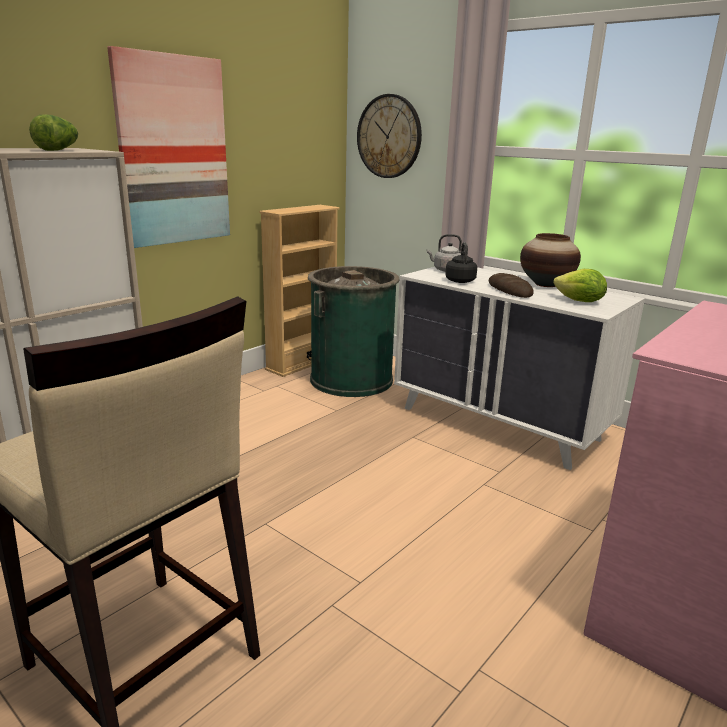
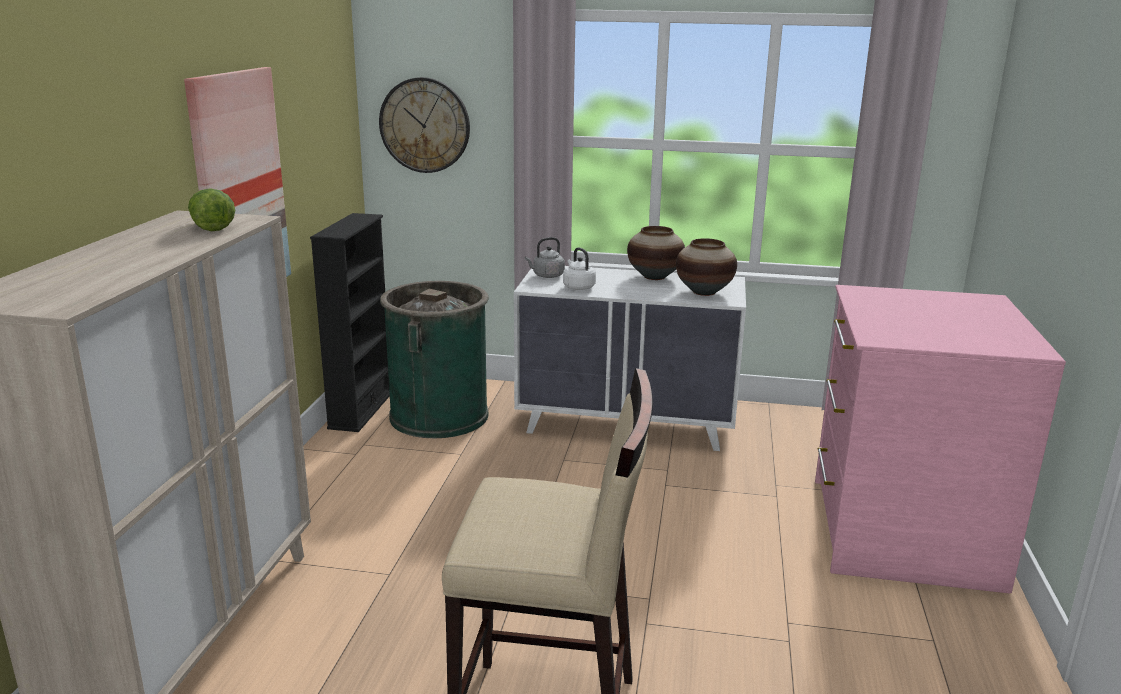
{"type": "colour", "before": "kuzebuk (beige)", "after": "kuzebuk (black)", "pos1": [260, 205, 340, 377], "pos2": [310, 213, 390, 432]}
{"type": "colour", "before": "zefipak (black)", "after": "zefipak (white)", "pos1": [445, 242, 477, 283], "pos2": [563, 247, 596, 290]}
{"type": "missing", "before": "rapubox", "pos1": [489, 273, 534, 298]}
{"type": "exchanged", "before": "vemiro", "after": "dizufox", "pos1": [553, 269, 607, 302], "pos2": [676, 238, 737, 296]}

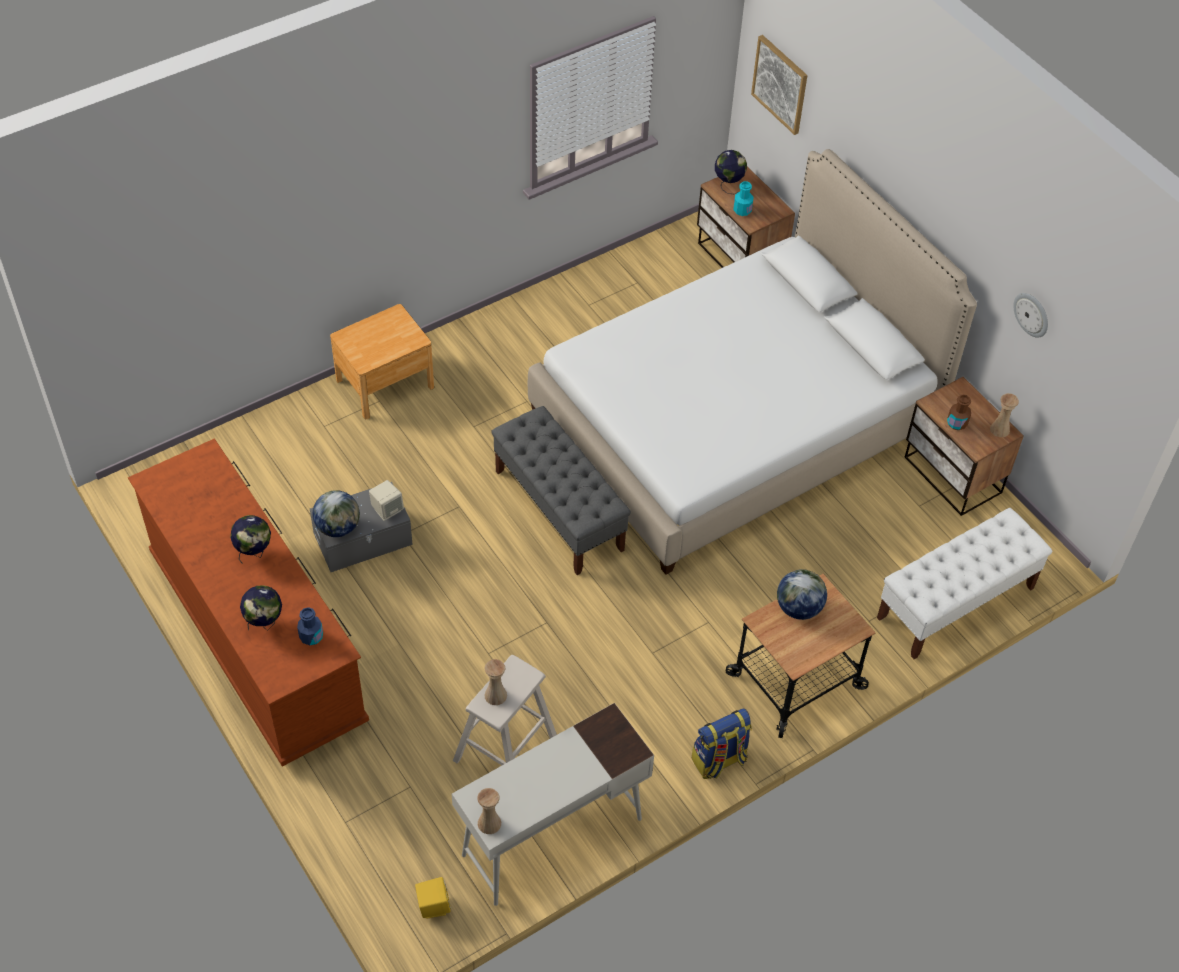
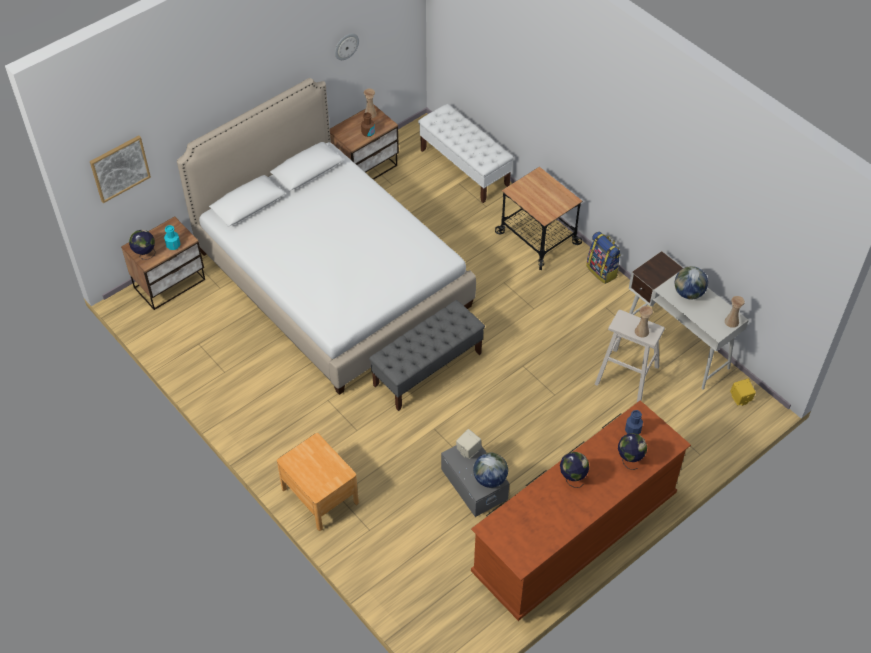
{"type": "relocated", "before": "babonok", "pos1": [777, 569, 827, 620], "pos2": [675, 266, 708, 300]}

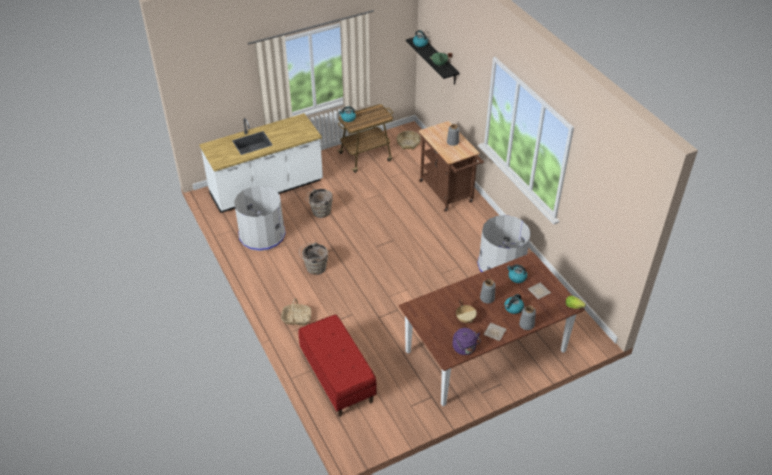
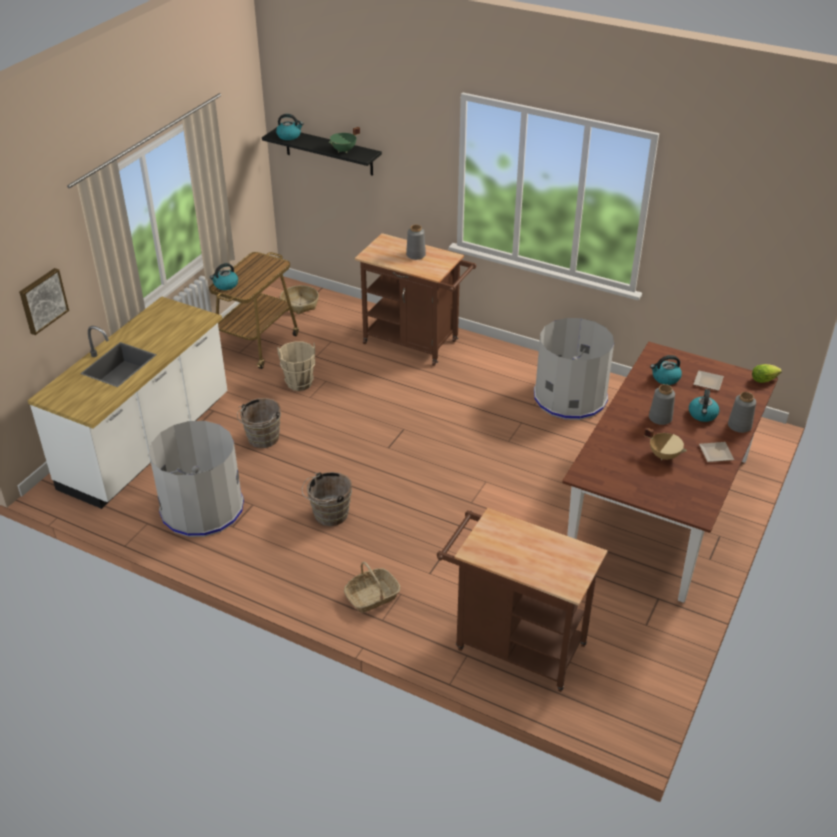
{"type": "exchanged", "before": "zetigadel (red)", "after": "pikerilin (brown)", "pos1": [298, 314, 377, 417], "pos2": [437, 508, 608, 692]}
{"type": "missing", "before": "zefipak (purple)", "pos1": [453, 328, 481, 355]}
{"type": "appeared", "after": "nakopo", "pos2": [19, 268, 69, 335]}
{"type": "appeared", "after": "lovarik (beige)", "pos2": [277, 341, 315, 391]}

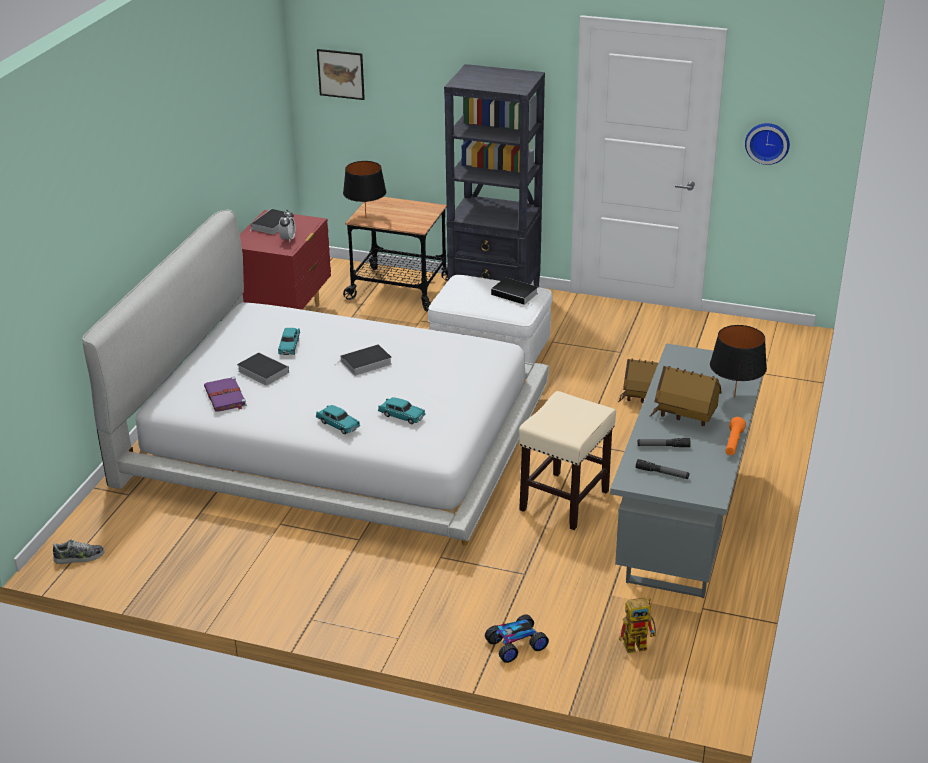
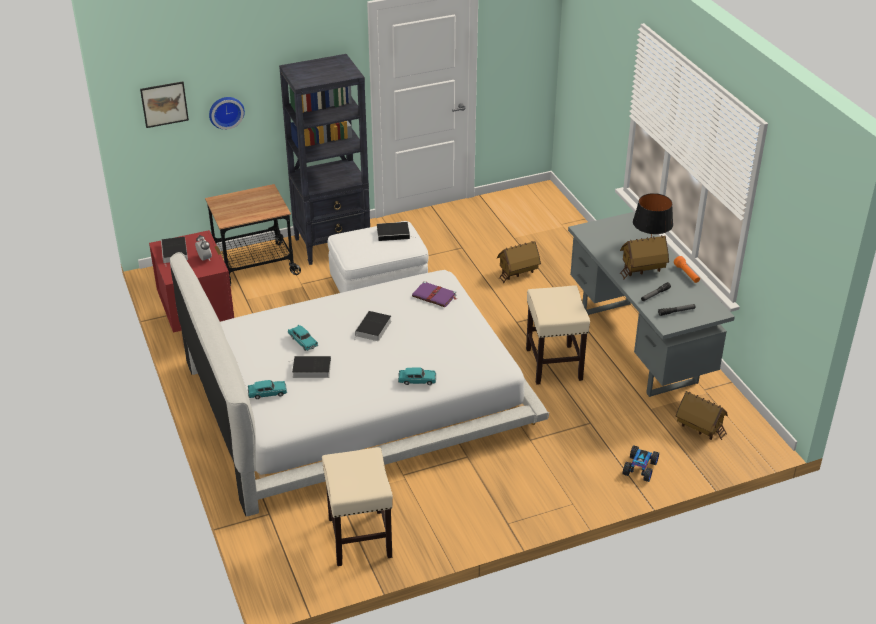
{"type": "missing", "before": "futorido", "pos1": [53, 540, 104, 564]}
{"type": "relocated", "before": "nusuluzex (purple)", "pos1": [204, 377, 247, 412], "pos2": [412, 281, 457, 307]}
{"type": "missing", "before": "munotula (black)", "pos1": [343, 161, 386, 215]}
{"type": "relocated", "before": "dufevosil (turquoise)", "pos1": [378, 397, 426, 424], "pos2": [248, 380, 287, 399]}
{"type": "exchanged", "before": "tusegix", "after": "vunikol", "pos1": [619, 597, 656, 653], "pos2": [676, 391, 728, 440]}
{"type": "relocated", "before": "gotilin", "pos1": [745, 123, 790, 165], "pos2": [209, 97, 245, 130]}
{"type": "appeared", "after": "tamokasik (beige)", "pos2": [322, 447, 393, 566]}

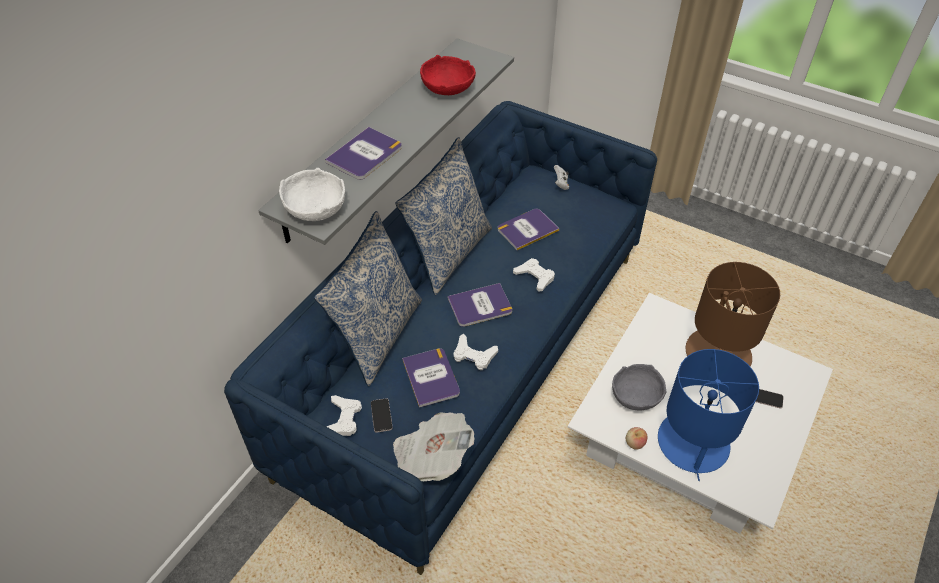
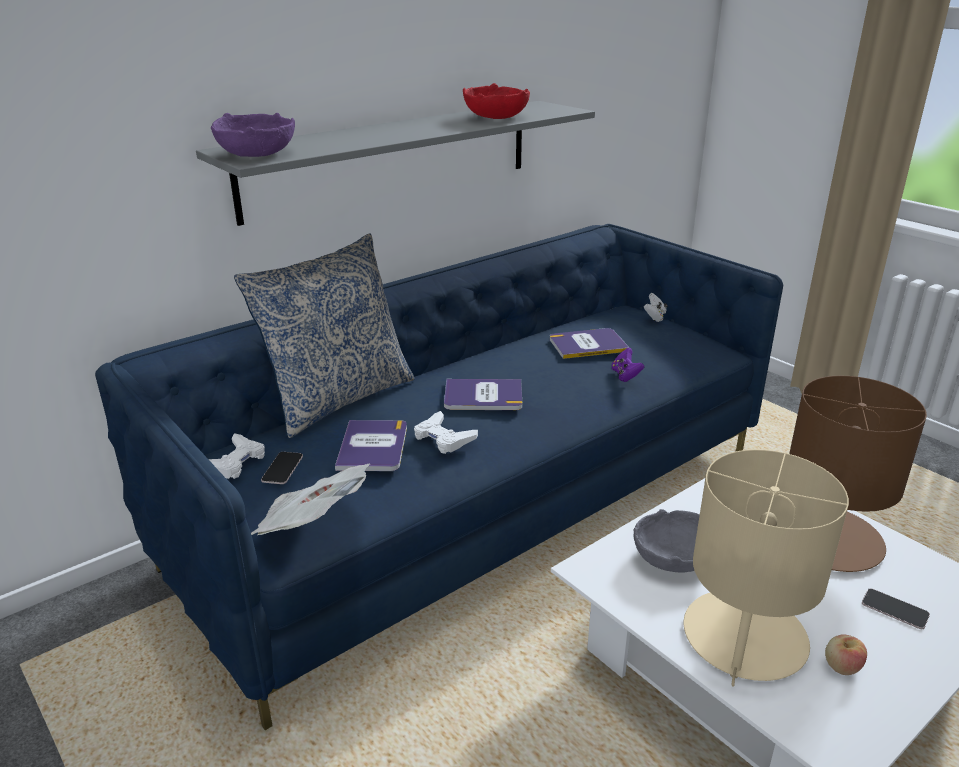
{"type": "colour", "before": "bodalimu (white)", "after": "bodalimu (purple)", "pos1": [279, 168, 345, 221], "pos2": [211, 113, 295, 157]}
{"type": "missing", "before": "nusuluzex", "pos1": [325, 127, 402, 180]}
{"type": "missing", "before": "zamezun", "pos1": [395, 137, 492, 295]}
{"type": "missing", "before": "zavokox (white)", "pos1": [513, 258, 555, 292]}
{"type": "relocated", "before": "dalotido", "pos1": [626, 427, 647, 450], "pos2": [825, 634, 867, 675]}
{"type": "colour", "before": "munotula (blue)", "after": "munotula (beige)", "pos1": [658, 349, 759, 481], "pos2": [684, 450, 849, 687]}
{"type": "appeared", "after": "zavokox (purple)", "pos2": [612, 347, 644, 382]}

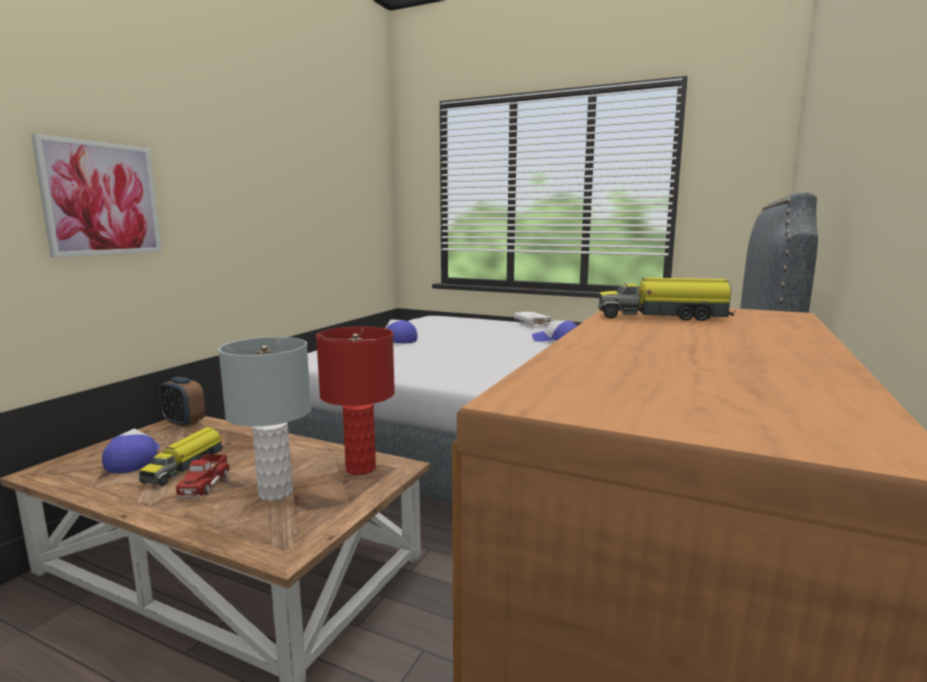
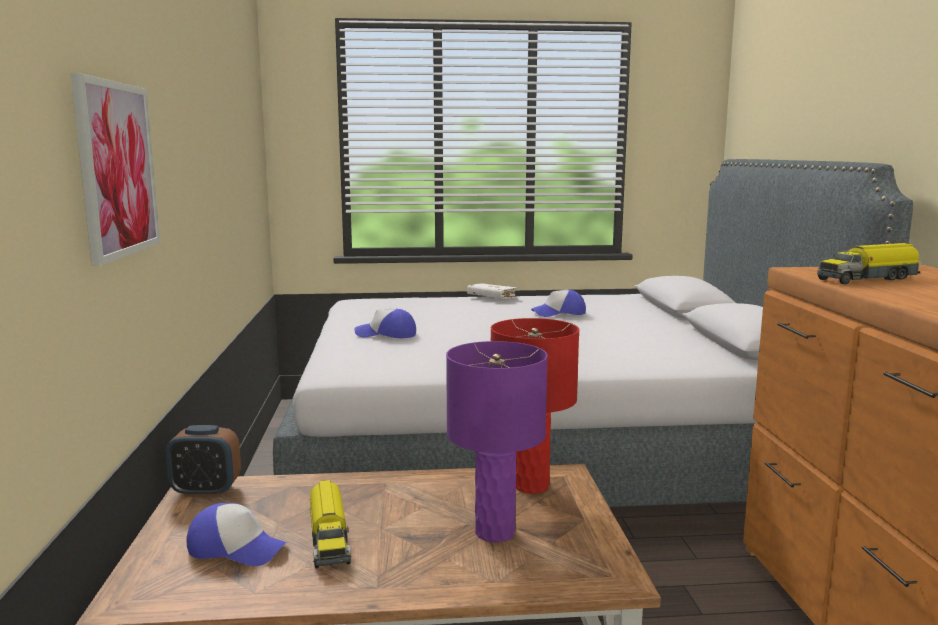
{"type": "spun", "before": "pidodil", "pos1": [102, 429, 160, 473], "pos2": [187, 503, 288, 566], "turn": 150}
{"type": "missing", "before": "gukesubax", "pos1": [176, 454, 230, 498]}
{"type": "colour", "before": "munotula (grey)", "after": "munotula (purple)", "pos1": [218, 337, 311, 501], "pos2": [446, 341, 548, 542]}

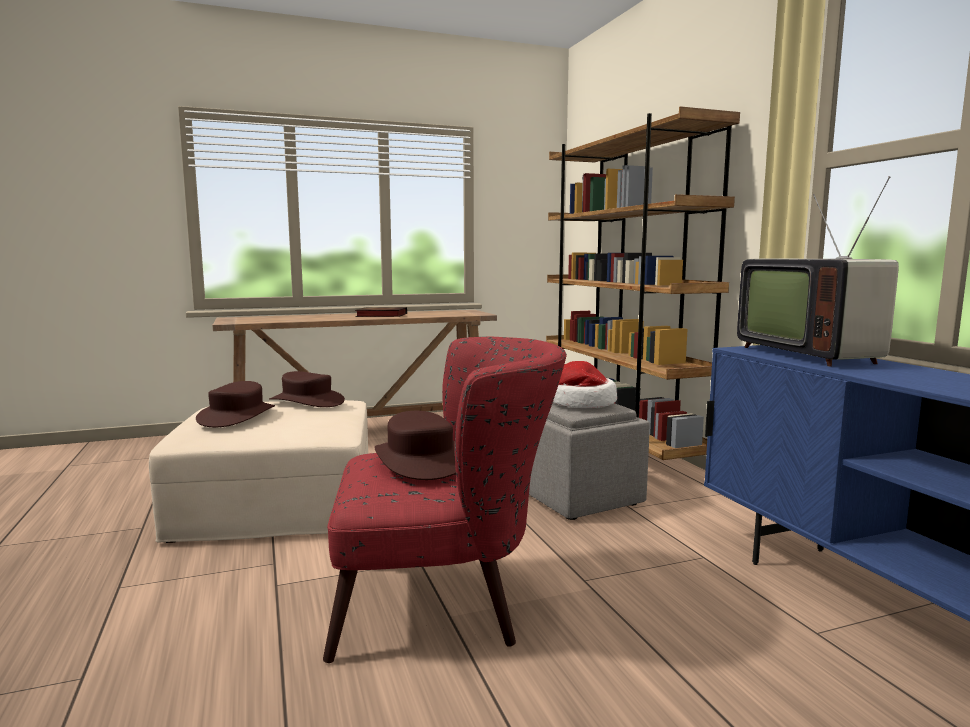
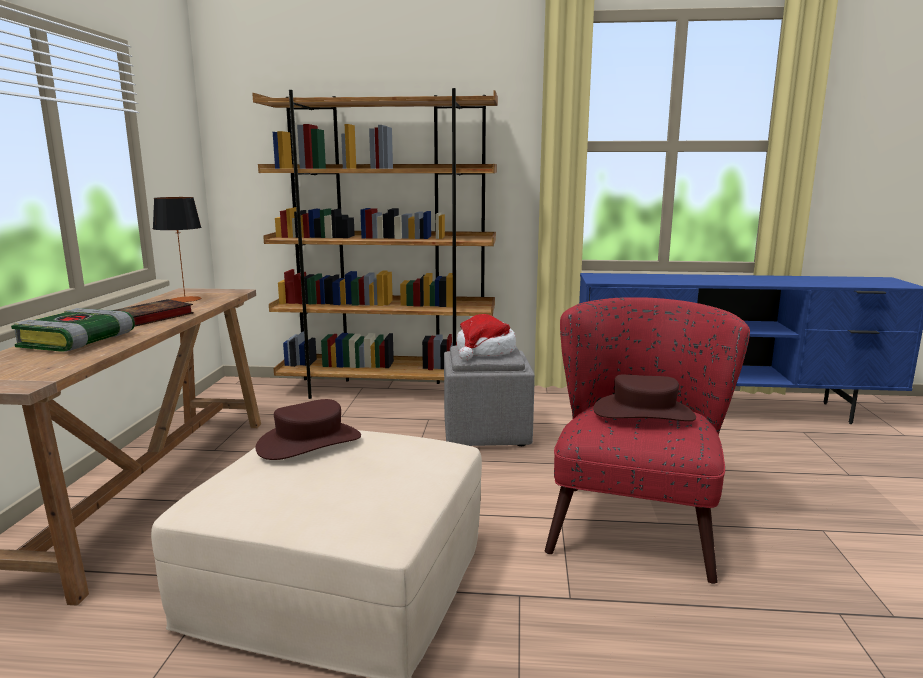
{"type": "missing", "before": "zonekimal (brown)", "pos1": [196, 381, 275, 427]}
{"type": "missing", "before": "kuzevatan", "pos1": [737, 176, 899, 367]}
{"type": "appeared", "after": "nusuluzex", "pos2": [11, 308, 135, 352]}
{"type": "appeared", "after": "munotula", "pos2": [153, 197, 202, 302]}

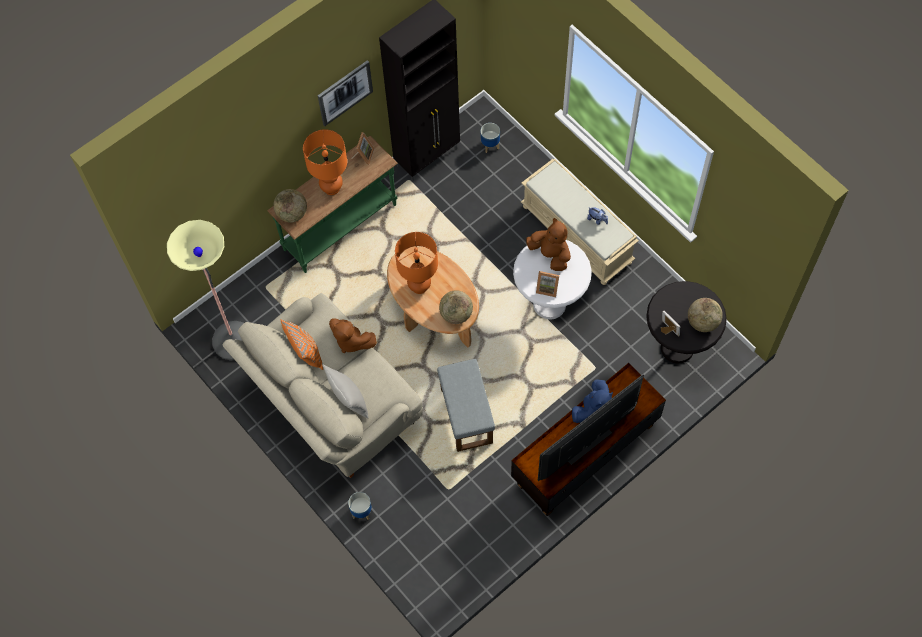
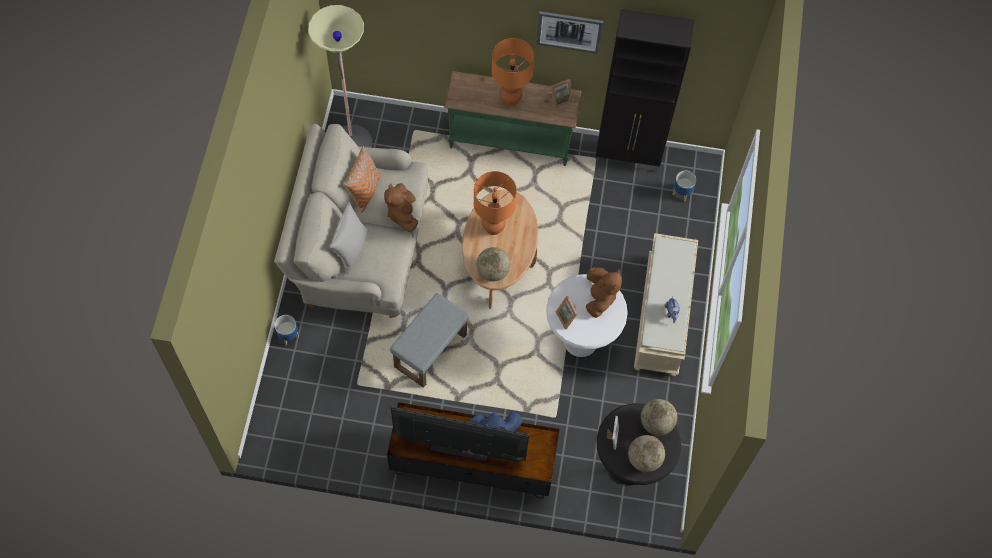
{"type": "relocated", "before": "babonok", "pos1": [273, 189, 307, 223], "pos2": [641, 399, 677, 436]}

